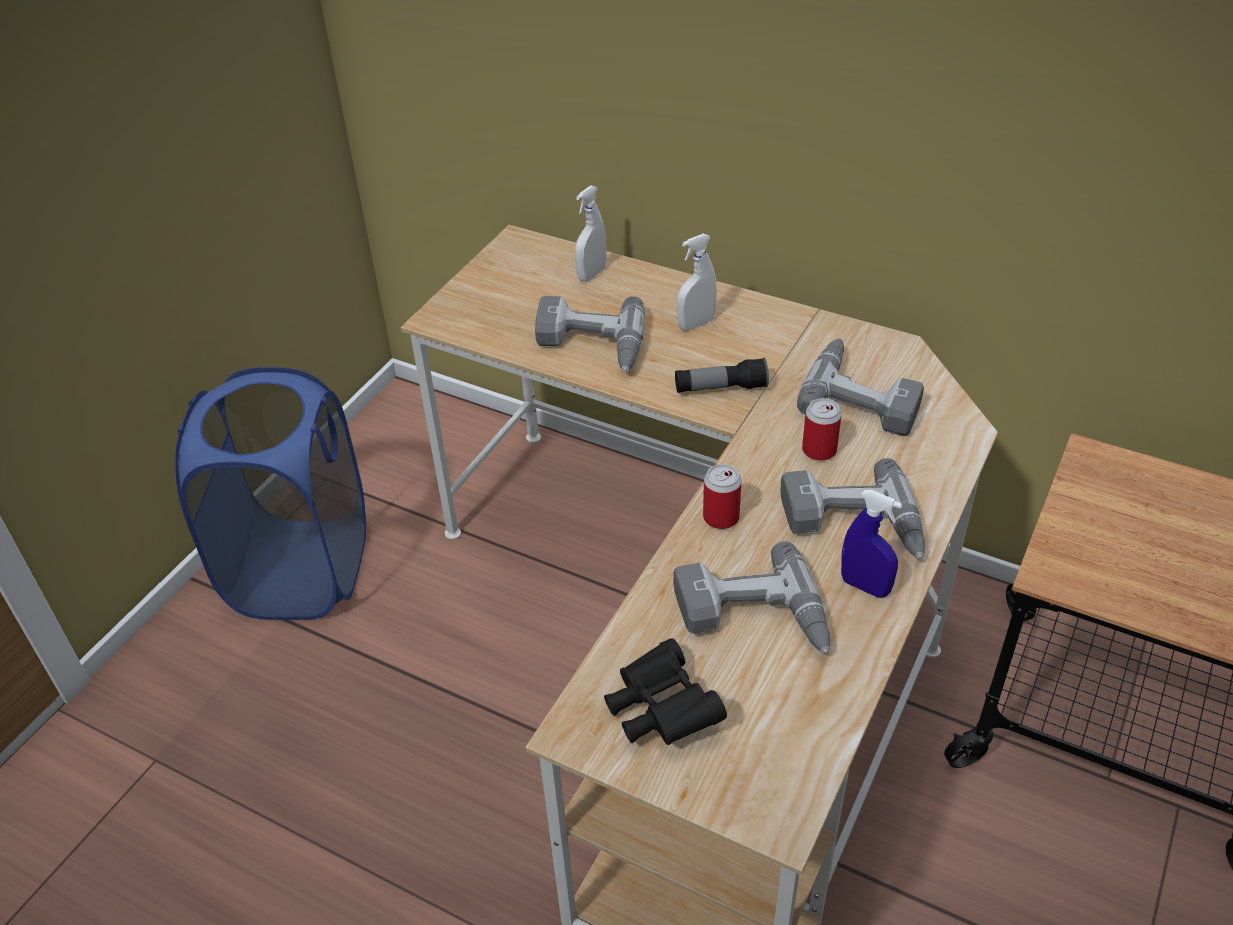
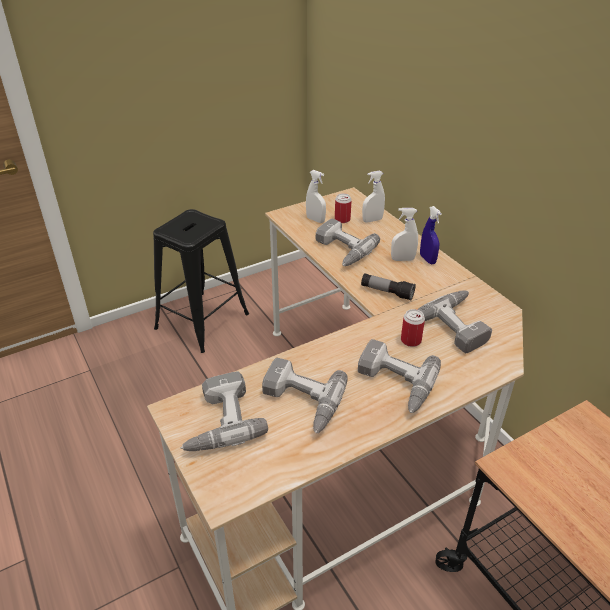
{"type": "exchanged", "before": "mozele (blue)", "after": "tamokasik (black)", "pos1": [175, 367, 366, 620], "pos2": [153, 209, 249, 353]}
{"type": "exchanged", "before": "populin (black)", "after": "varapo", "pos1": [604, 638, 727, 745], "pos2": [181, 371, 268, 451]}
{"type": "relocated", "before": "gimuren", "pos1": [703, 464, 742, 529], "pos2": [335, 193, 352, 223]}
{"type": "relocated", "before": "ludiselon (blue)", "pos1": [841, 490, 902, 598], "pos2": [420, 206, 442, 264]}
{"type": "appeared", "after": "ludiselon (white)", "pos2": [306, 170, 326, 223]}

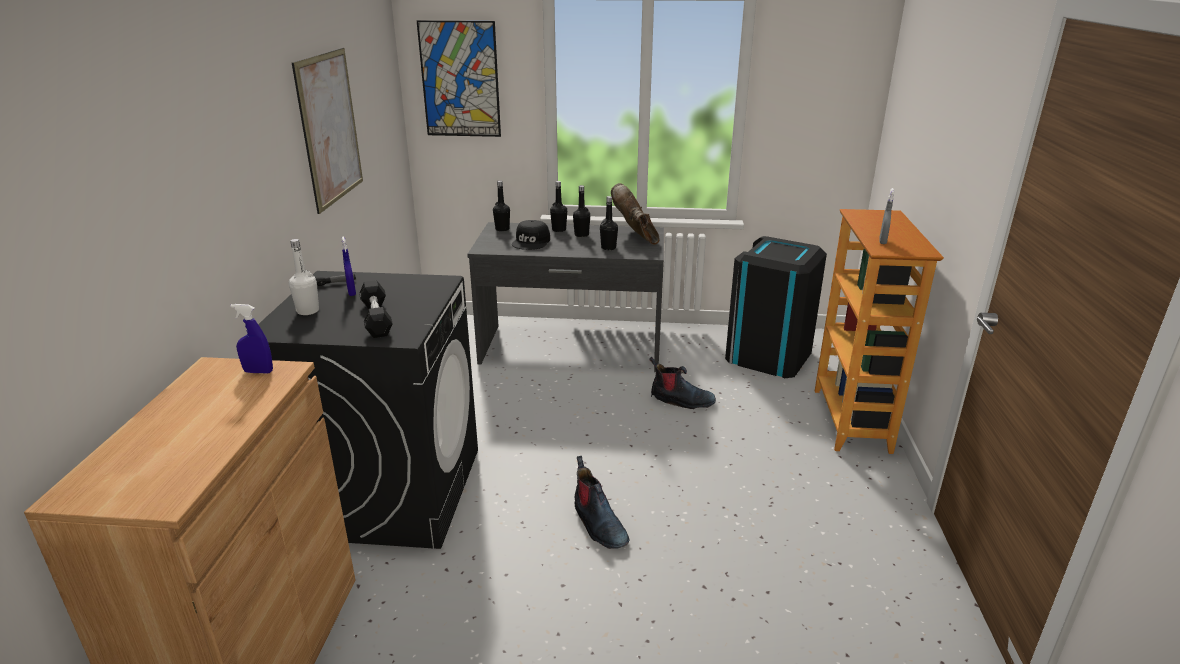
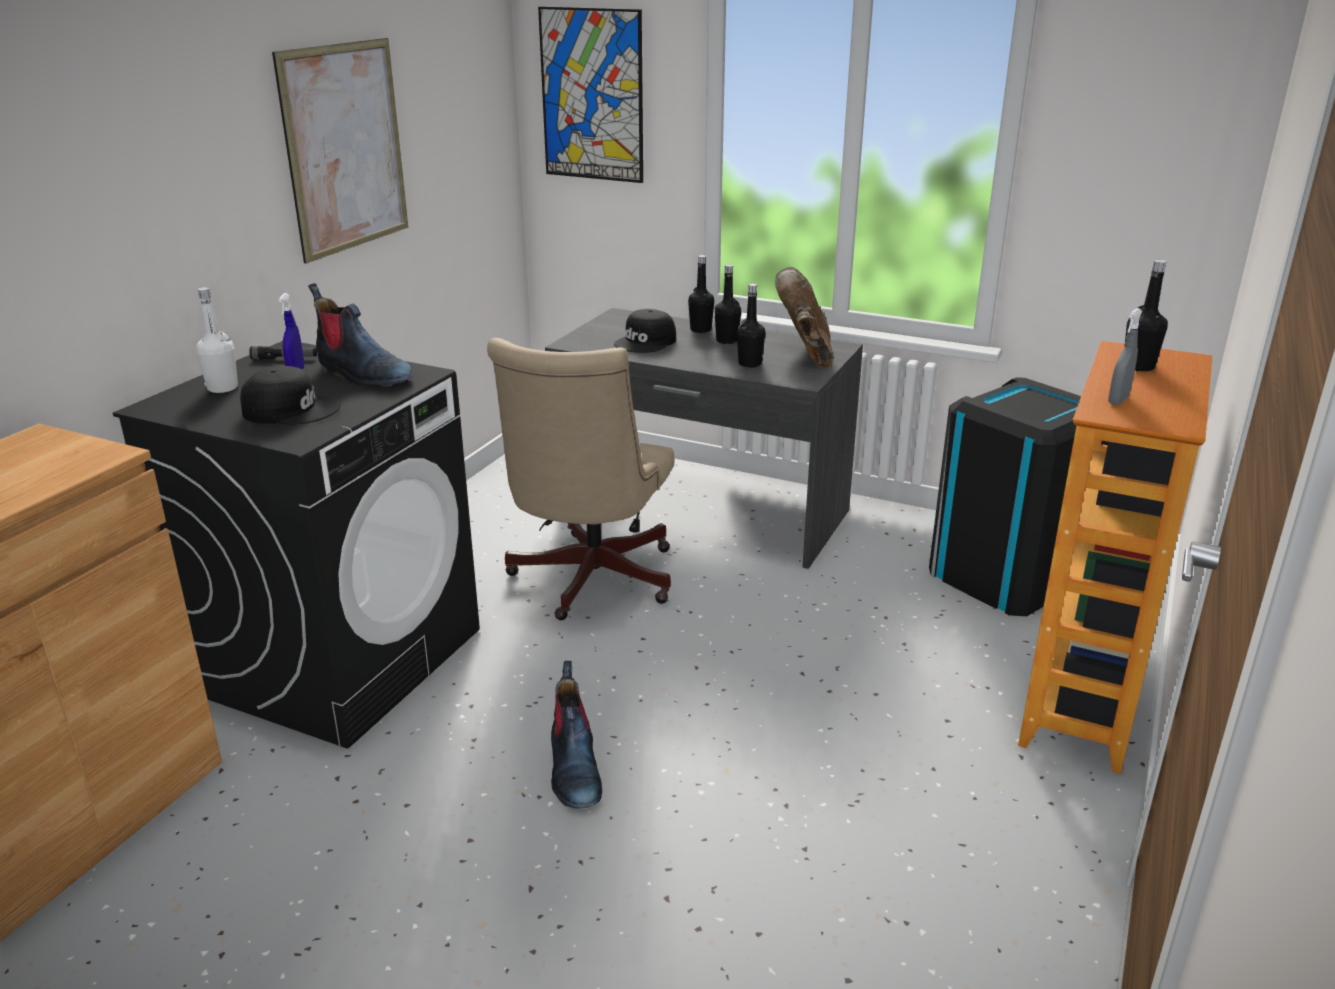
{"type": "missing", "before": "ludiselon (blue)", "pos1": [230, 304, 273, 373]}
{"type": "exchanged", "before": "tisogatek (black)", "after": "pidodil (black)", "pos1": [359, 280, 393, 338], "pos2": [240, 366, 341, 424]}
{"type": "relocated", "before": "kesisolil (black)", "pos1": [493, 180, 510, 231], "pos2": [1124, 260, 1168, 371]}
{"type": "relocated", "before": "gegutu", "pos1": [649, 357, 716, 409], "pos2": [308, 283, 414, 387]}
{"type": "appeared", "after": "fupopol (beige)", "pos2": [487, 338, 674, 620]}

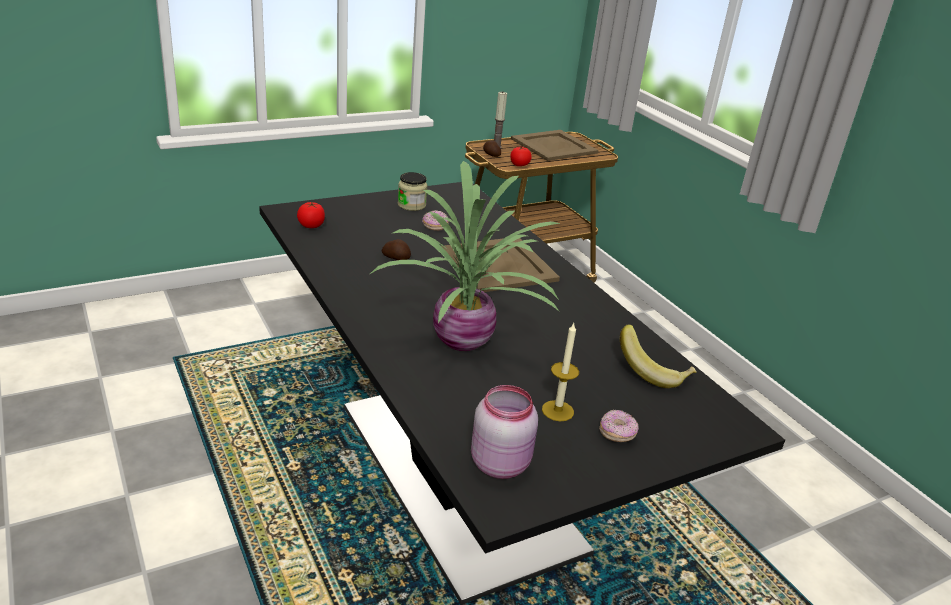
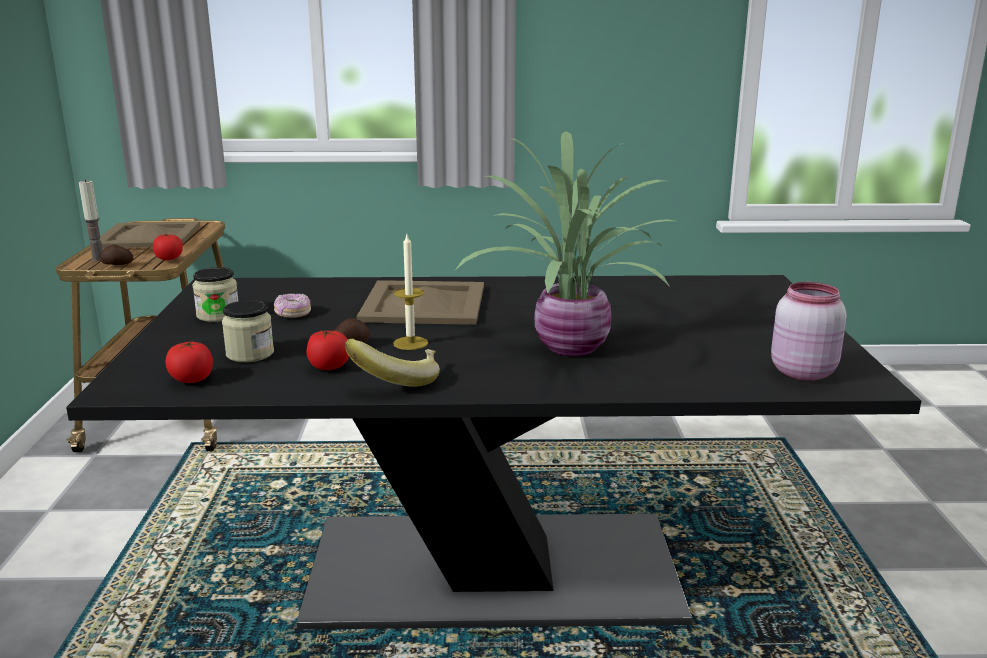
{"type": "relocated", "before": "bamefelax", "pos1": [542, 323, 579, 421], "pos2": [393, 235, 428, 350]}
{"type": "missing", "before": "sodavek", "pos1": [599, 410, 639, 442]}
{"type": "relocated", "before": "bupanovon", "pos1": [620, 325, 697, 388], "pos2": [345, 339, 440, 387]}
{"type": "appeared", "after": "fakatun", "pos2": [222, 300, 274, 362]}
{"type": "appeared", "after": "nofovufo", "pos2": [306, 330, 349, 370]}

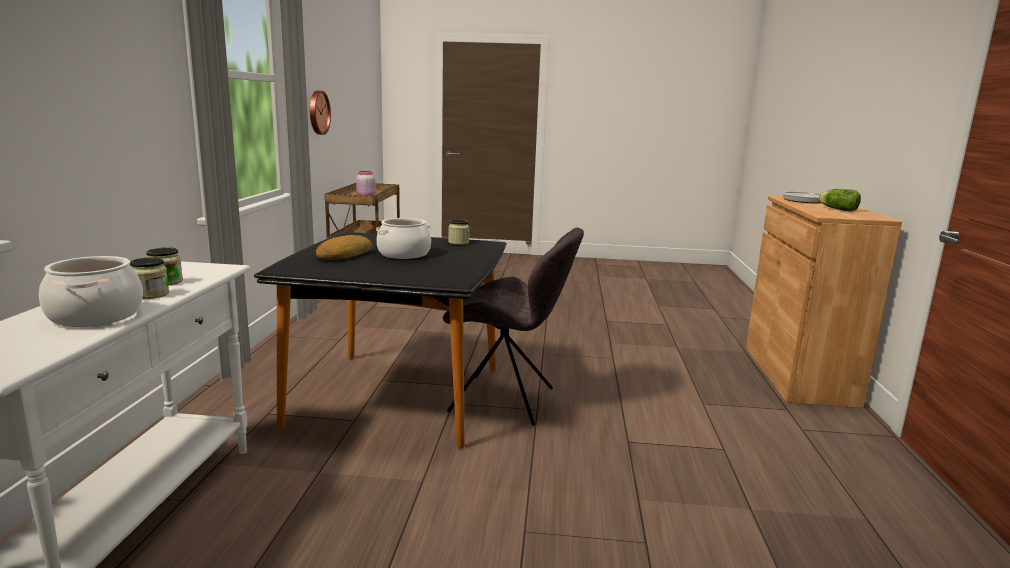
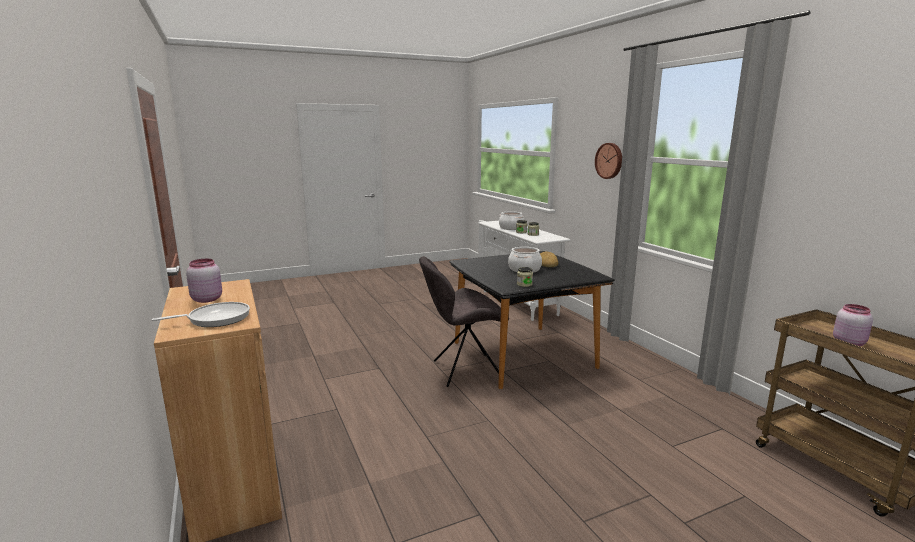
{"type": "relocated", "before": "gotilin", "pos1": [310, 91, 331, 135], "pos2": [595, 143, 622, 179]}
{"type": "exchanged", "before": "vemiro", "after": "fakatun (pink)", "pos1": [818, 189, 861, 212], "pos2": [186, 259, 222, 303]}

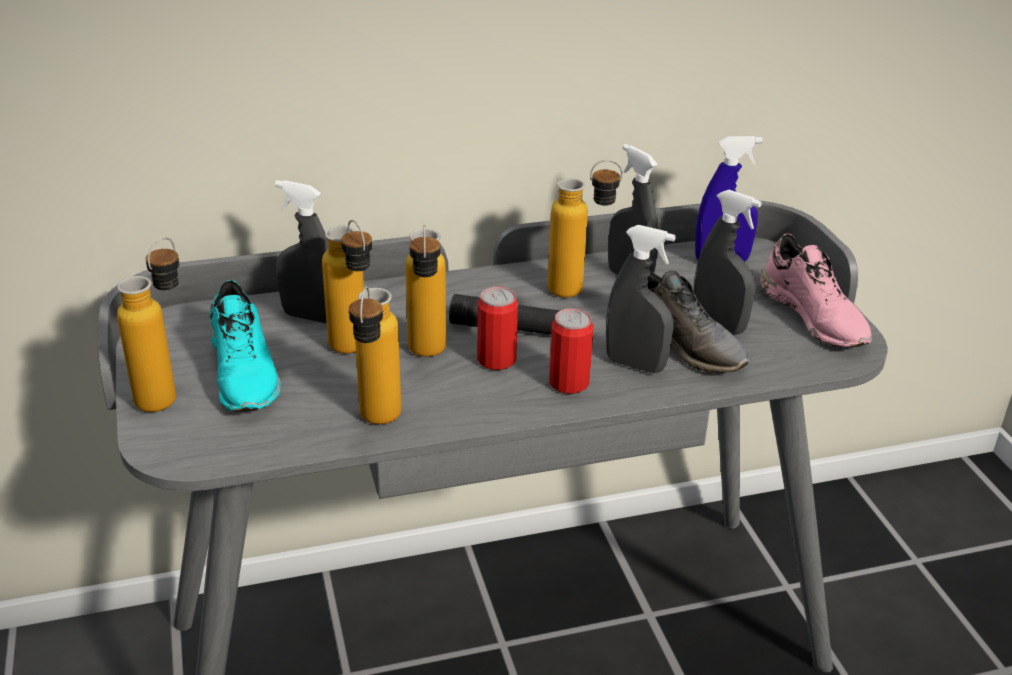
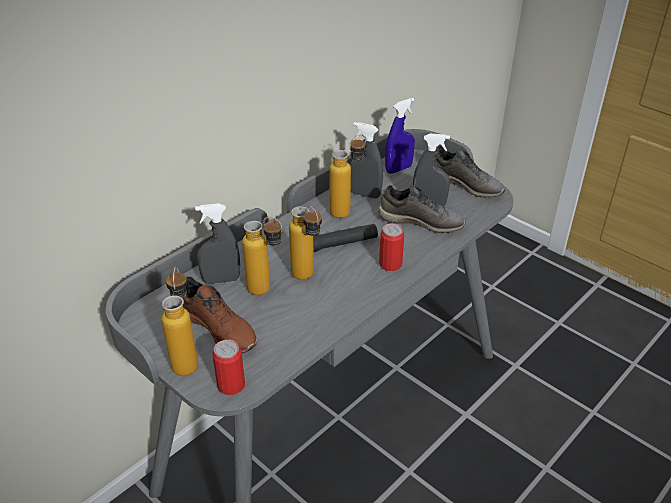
{"type": "colour", "before": "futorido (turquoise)", "after": "futorido (brown)", "pos1": [210, 280, 281, 412], "pos2": [183, 276, 257, 353]}
{"type": "missing", "before": "kesisolil", "pos1": [349, 286, 401, 424]}
{"type": "relocated", "before": "gimuren", "pos1": [477, 286, 518, 370], "pos2": [213, 339, 245, 395]}
{"type": "missing", "before": "ludiselon (grey)", "pos1": [606, 225, 676, 373]}
{"type": "colour", "before": "futorido (pink)", "after": "futorido (grey)", "pos1": [760, 233, 872, 347], "pos2": [435, 146, 505, 198]}

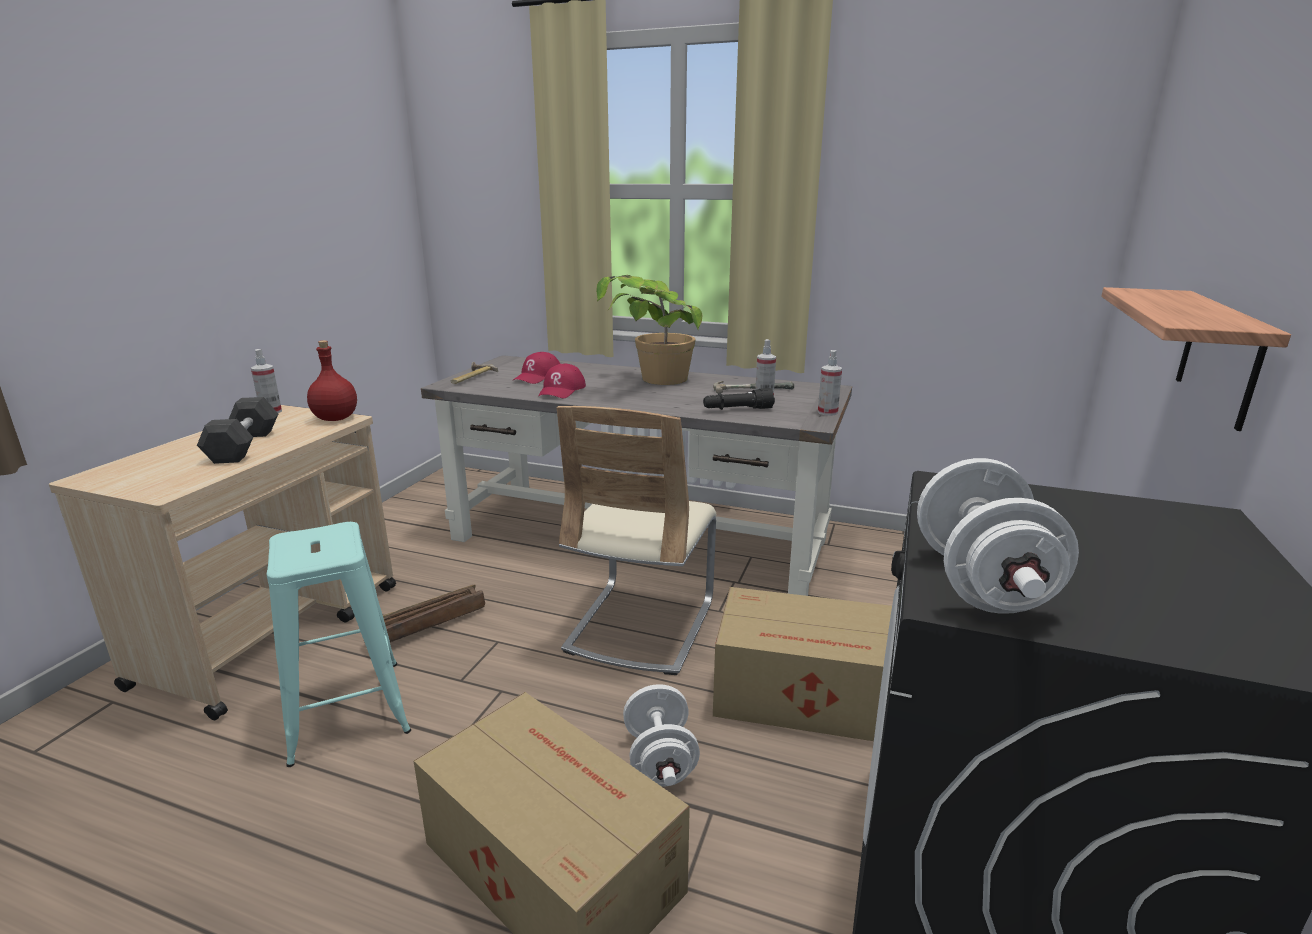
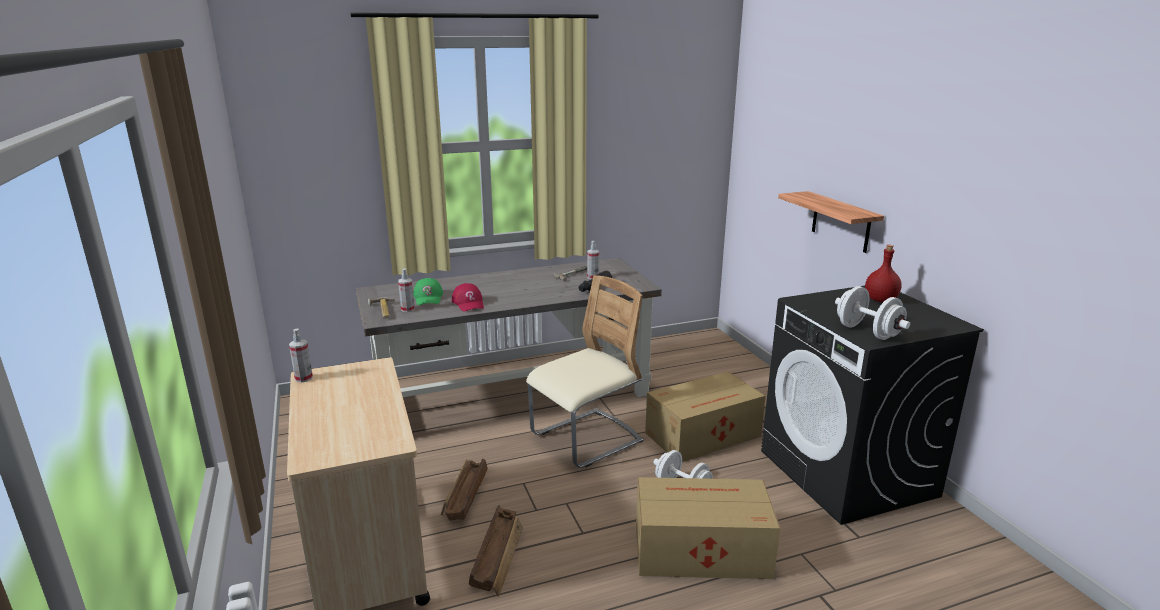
{"type": "missing", "before": "tisogatek (grey)", "pos1": [197, 397, 278, 464]}
{"type": "exchanged", "before": "tamokasik (turquoise)", "after": "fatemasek", "pos1": [266, 522, 411, 767], "pos2": [469, 505, 523, 596]}
{"type": "relocated", "before": "kesisolil (red)", "pos1": [307, 340, 357, 421], "pos2": [865, 245, 902, 302]}
{"type": "colour", "before": "pidodil (red)", "after": "pidodil (green)", "pos1": [512, 352, 560, 384], "pos2": [413, 278, 443, 305]}
{"type": "spun", "before": "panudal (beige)", "pos1": [557, 406, 716, 675], "pos2": [526, 275, 643, 468], "turn": -105}
{"type": "missing", "before": "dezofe", "pos1": [596, 275, 703, 385]}
{"type": "relocated", "before": "ludiselon", "pos1": [818, 350, 842, 416], "pos2": [398, 269, 415, 312]}

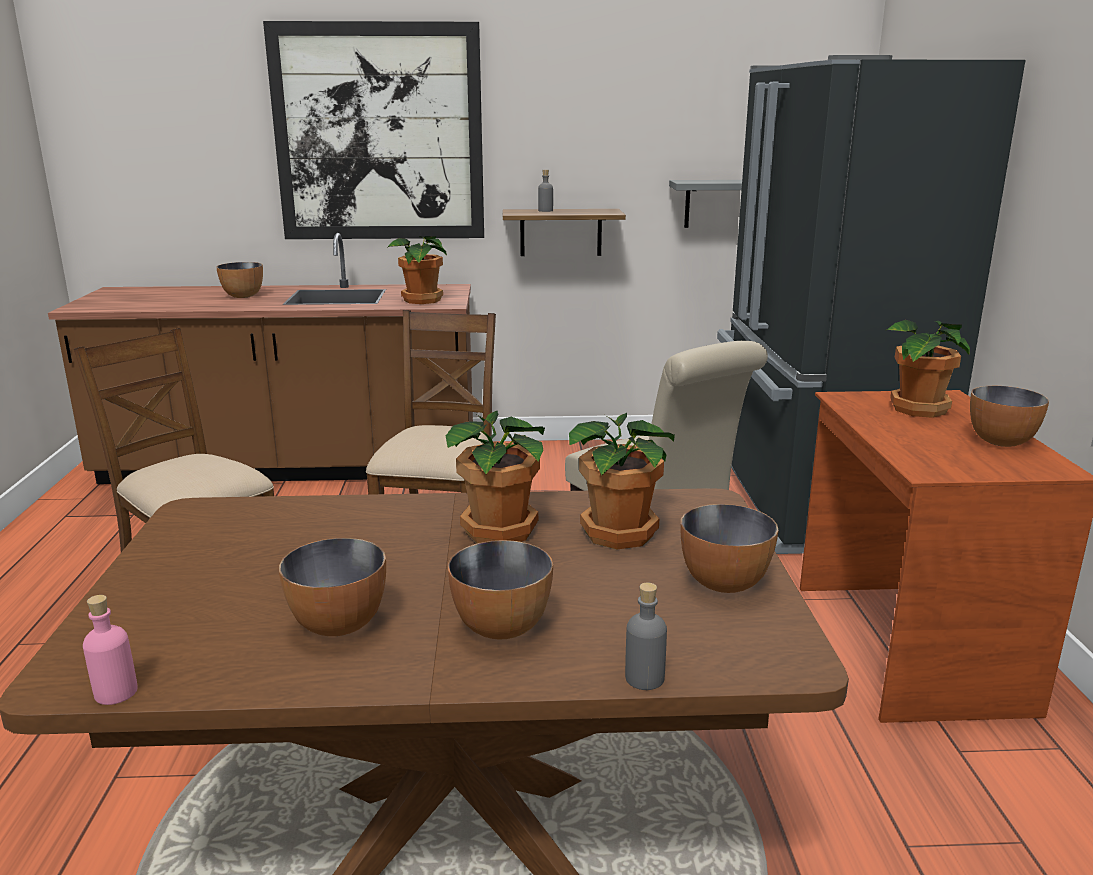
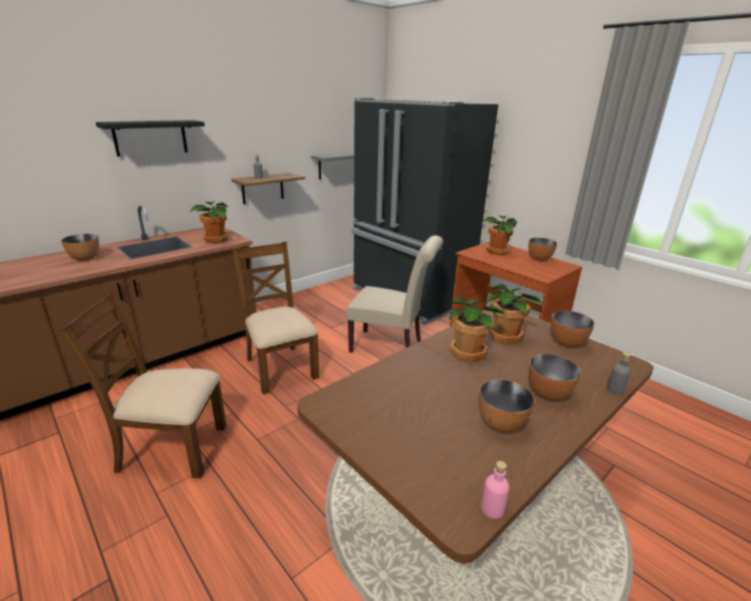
{"type": "exchanged", "before": "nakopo", "after": "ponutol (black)", "pos1": [263, 21, 484, 239], "pos2": [96, 120, 205, 157]}

